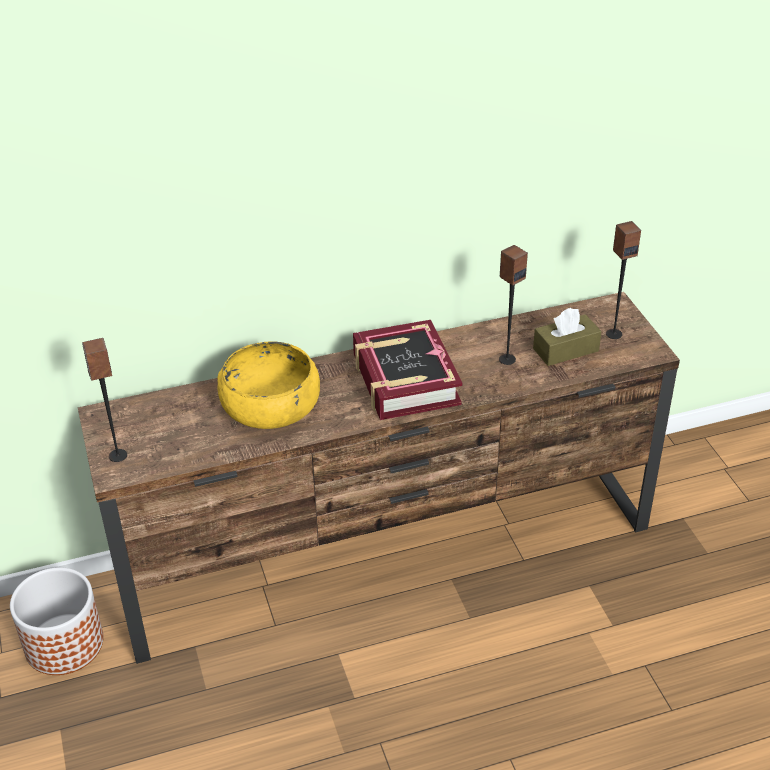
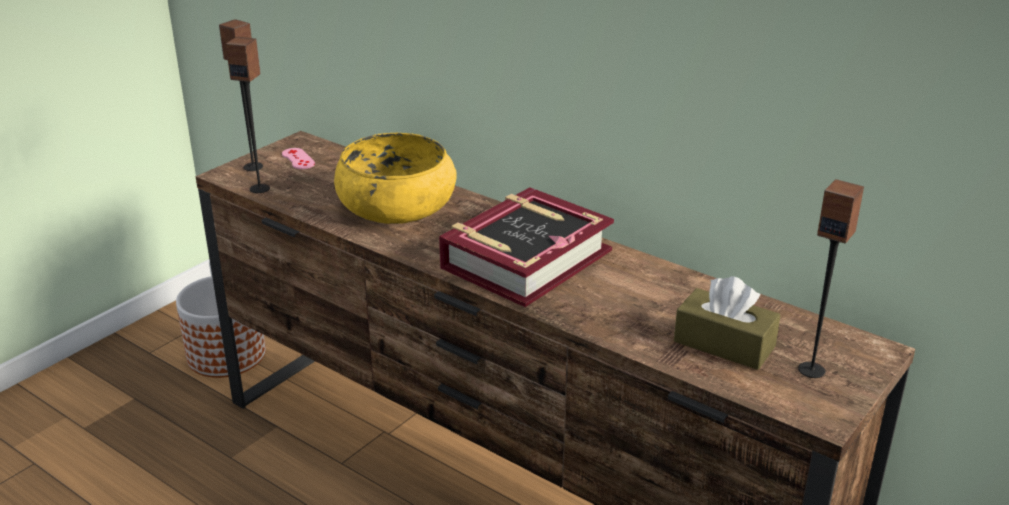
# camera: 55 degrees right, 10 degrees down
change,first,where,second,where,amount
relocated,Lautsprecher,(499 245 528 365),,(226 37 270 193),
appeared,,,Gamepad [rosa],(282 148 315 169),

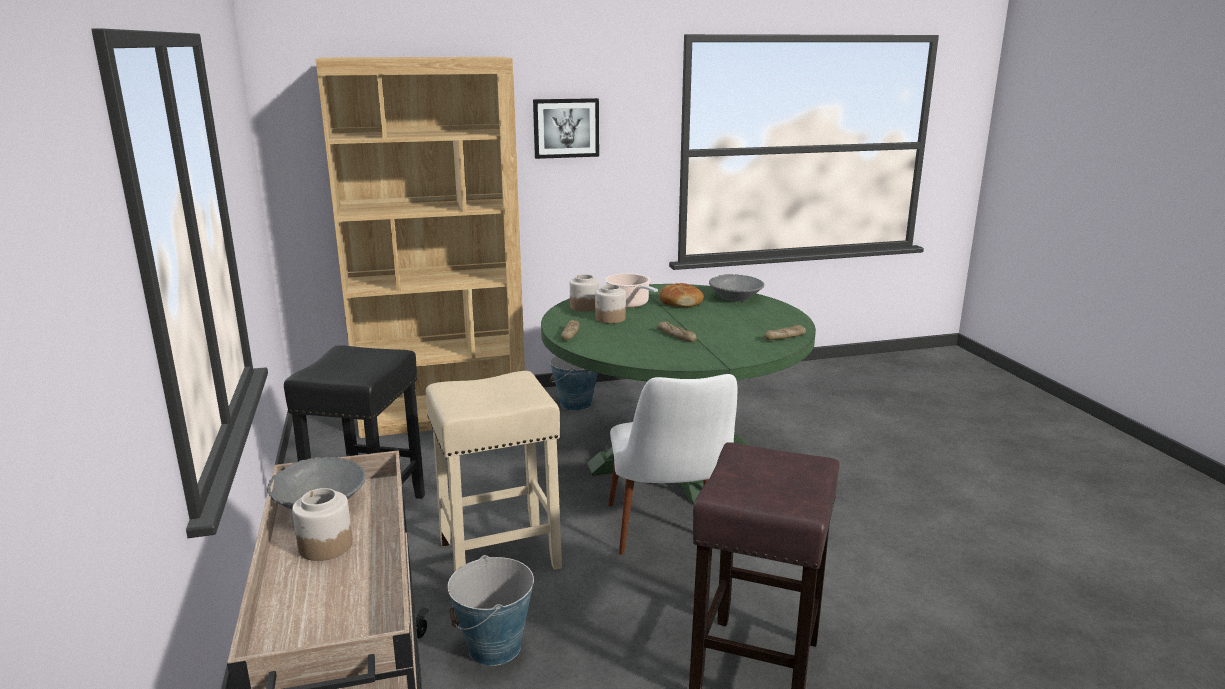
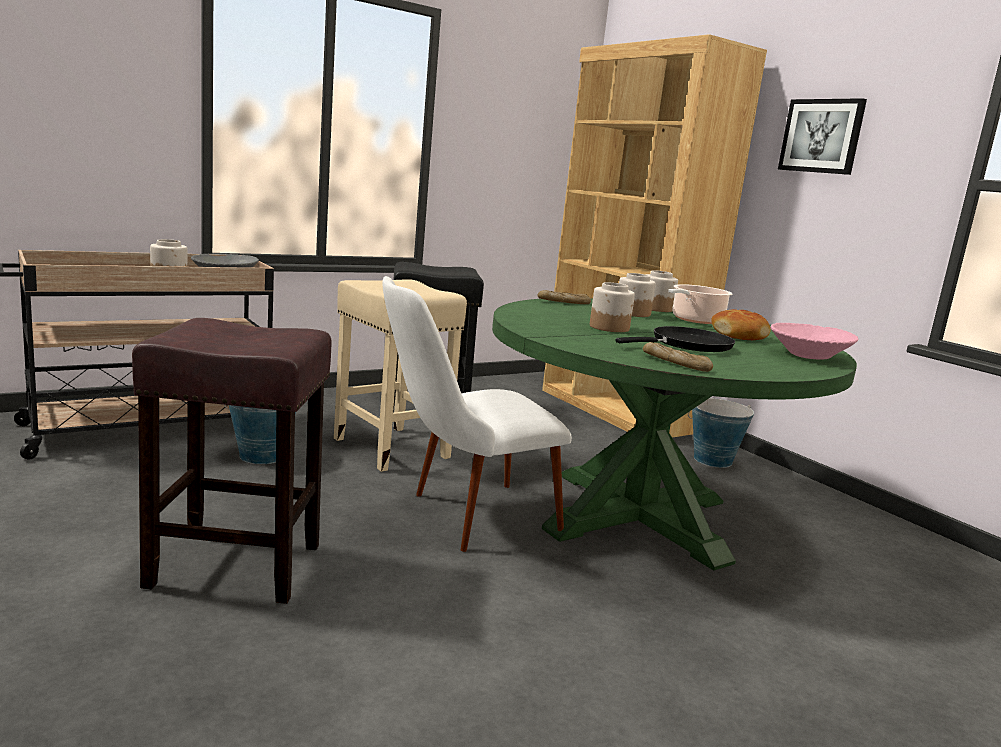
# camera: 70 degrees right, 5 degrees down
change,first,where,second,where,amount
exchanged,Brot,(657 322 697 342),Vorratsglas,(590 282 635 332),
appeared,,,Pfanne [schwarz],(616 326 735 352),
colour,Schüssel [grau],(709 274 764 302),Schüssel [rosa],(770 323 859 359),

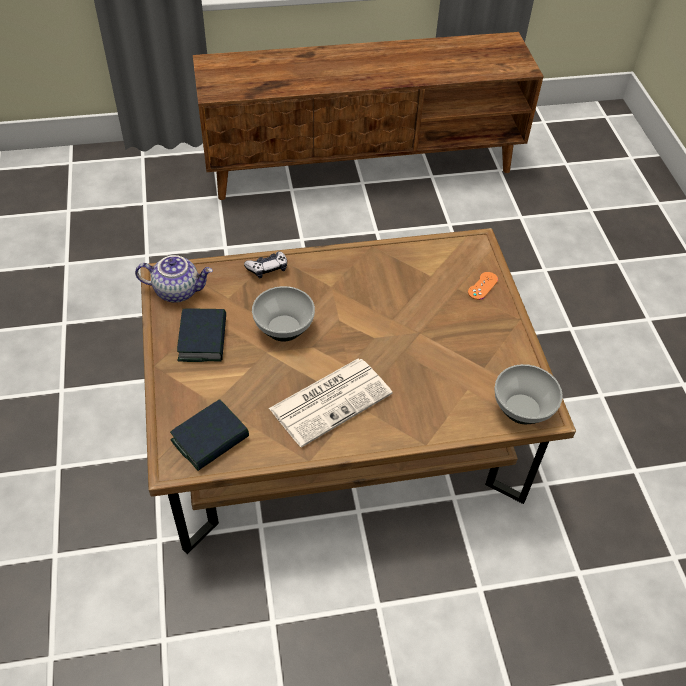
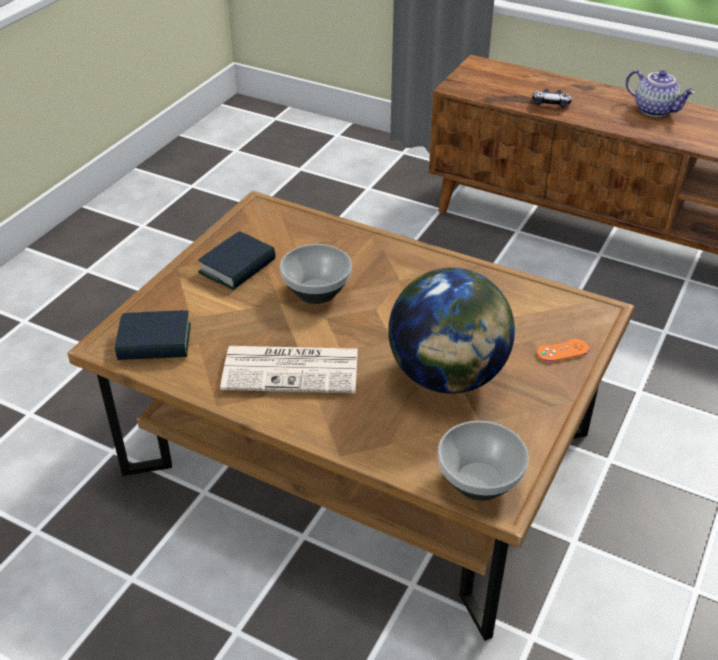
# camera: 40 degrees right, 10 degrees down
change,first,where,second,where,amount
appeared,,,Globus,(388 268 515 394),
relocated,Gamepad,(244 251 287 278),,(532 88 572 109),
relocated,Teekanne,(135 255 213 303),,(626 70 695 117),

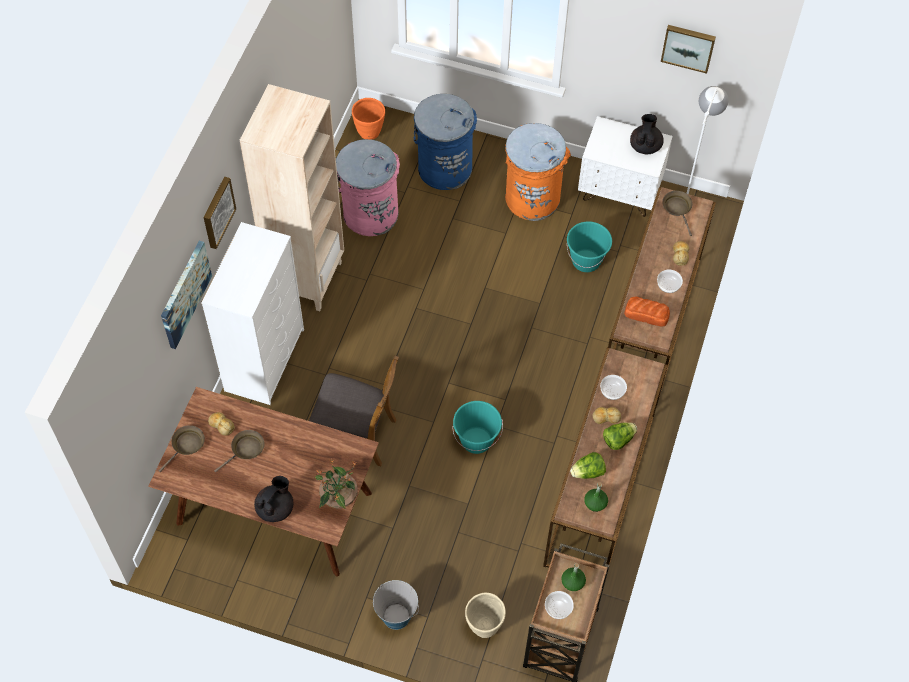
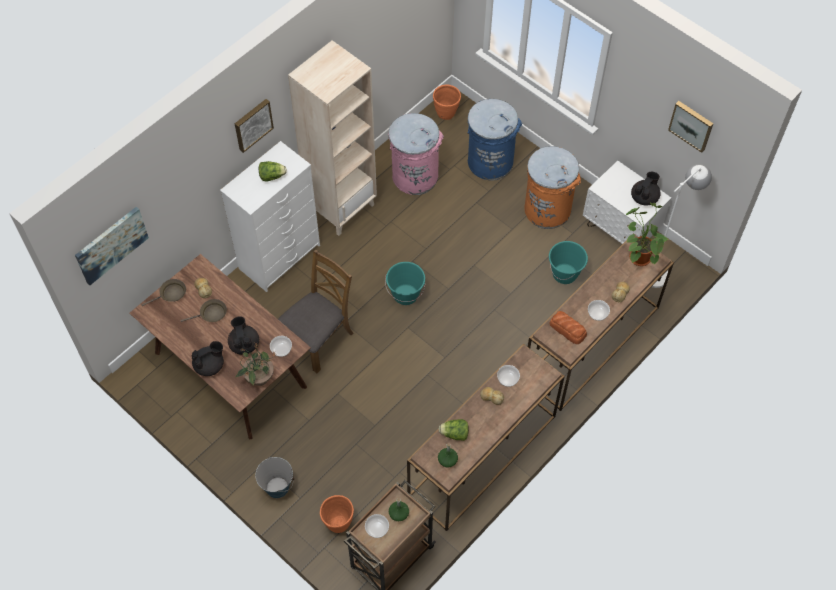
# camera: 25 degrees right, 0 degrees up
change,first,where,second,where,amount
relocated,Bild,(161 241 212 349),,(75 207 149 285),
appeared,,,Teekanne [schwarz],(228 316 259 355),
relocated,Salatkopf,(603 422 637 450),,(259 161 287 182),
appeared,,,Schüssel,(270 336 292 357),
spun,Stuhl [braun],(309 355 399 466),,(278 250 353 373),90 degrees counterclockwise
colour,Pflanzkübel [beige],(465 593 506 638),Pflanzkübel [orange],(320 495 354 533),
relocated,Eimer [türkis],(452 401 503 454),,(385 262 425 305),
exchanged,Pfanne [braun],(662 191 692 236),Topfpflanze,(626 202 669 266),

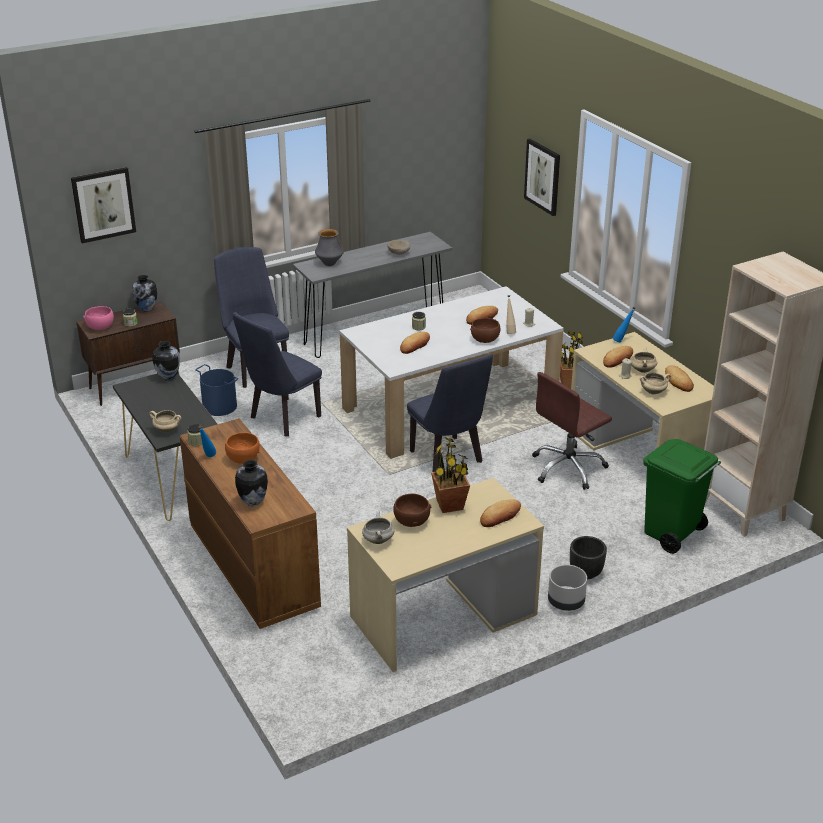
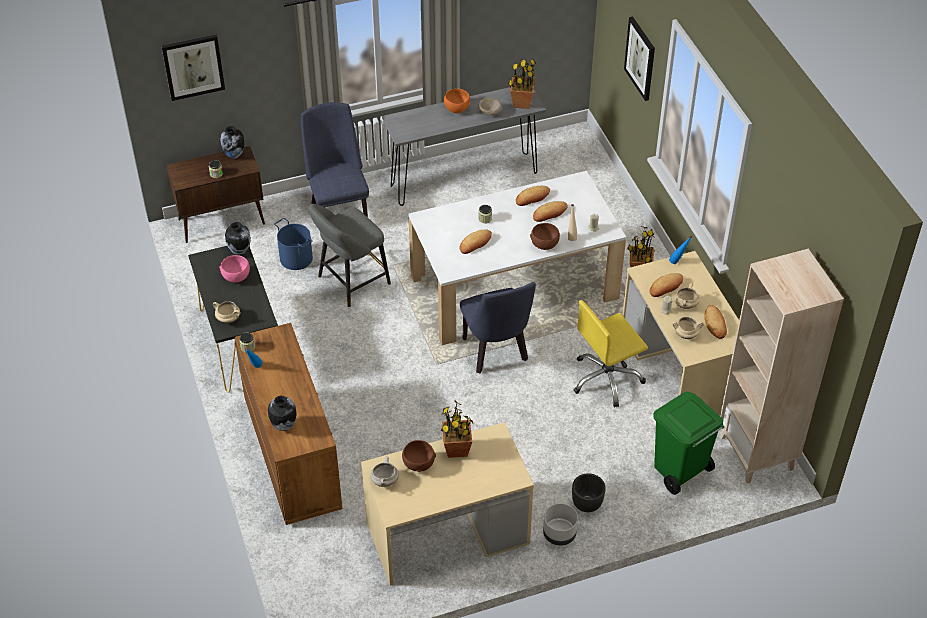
# camera: 10 degrees right, 15 degrees up
change,first,where,second,where,amount
relocated,Schüssel [rosa],(83 306 114 330),,(219 255 250 283),
exchanged,Stuhl [blau],(233 312 322 436),Hocker [grau],(308 204 391 307),
relocated,Schüssel [orange],(225 432 260 464),,(444 89 470 113),
appeared,,,Topfpflanze,(508 58 536 109),
relocated,Brot,(480 499 521 527),,(516 186 550 206),
colour,Bürostuhl [braun],(532 372 612 490),Bürostuhl [gelb],(573 300 648 407),
missing,Vase,(315 229 344 266),,,

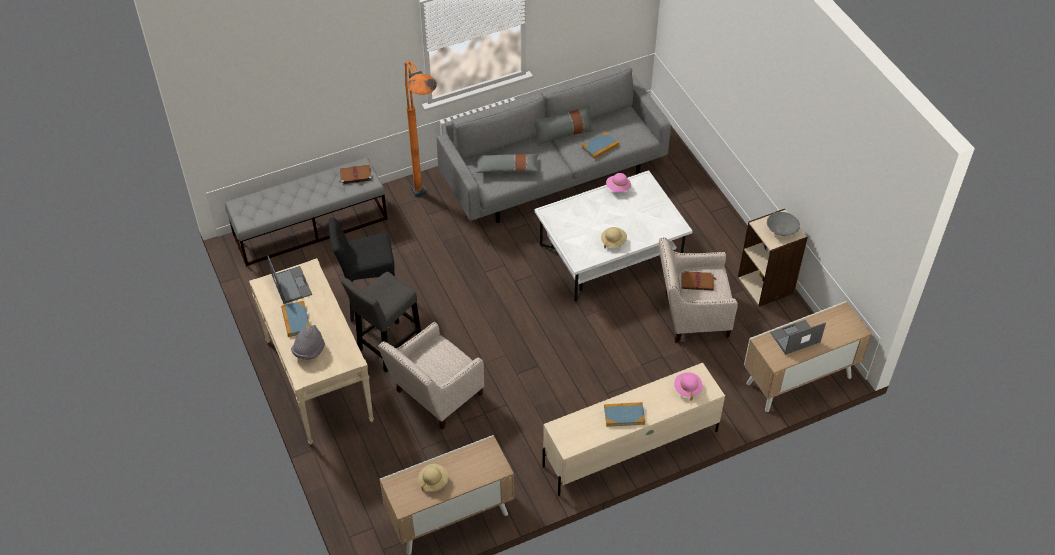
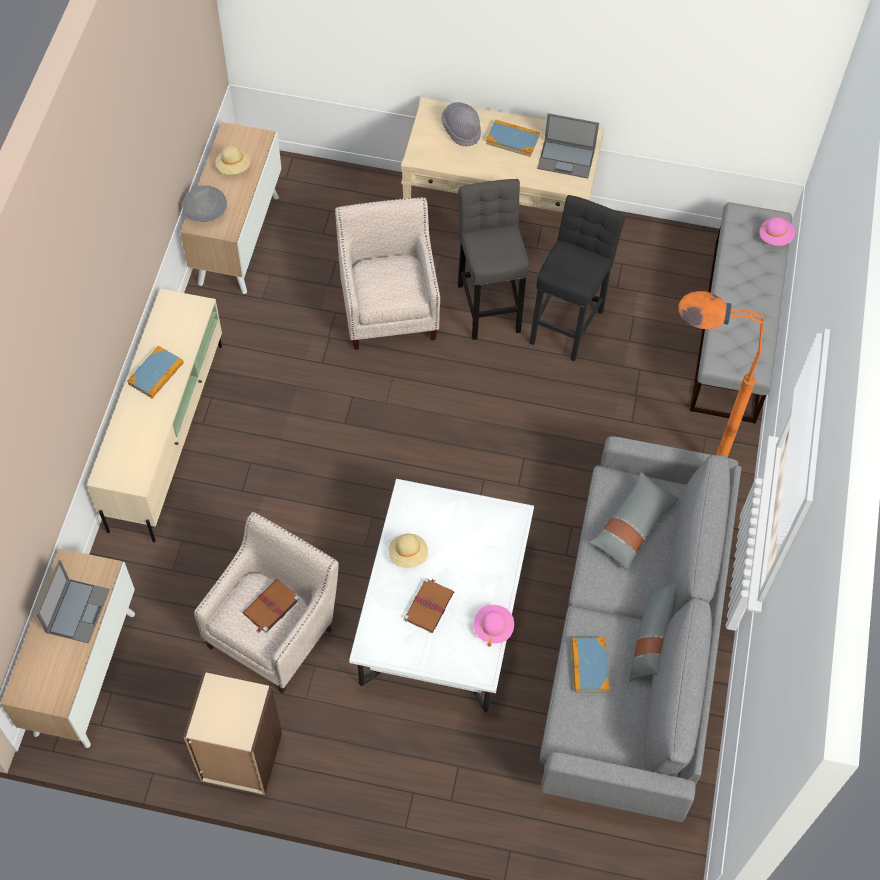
# camera: 125 degrees right, 10 degrees up
change,first,where,second,where,amount
relocated,Schüssel [grau],(767 212 800 236),,(182 185 227 222),
relocated,Buch [braun],(339 165 372 185),,(404 578 454 633),
relocated,Hut [rosa],(674 372 703 401),,(759 217 795 246),

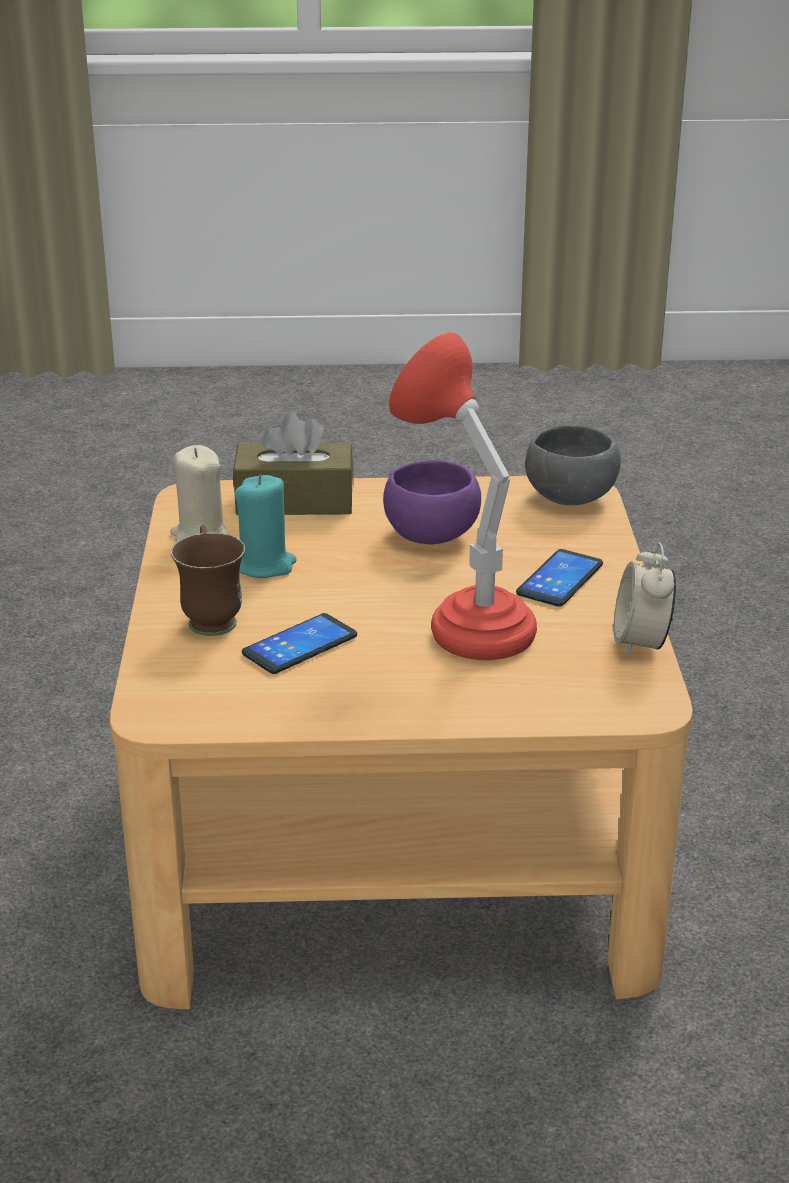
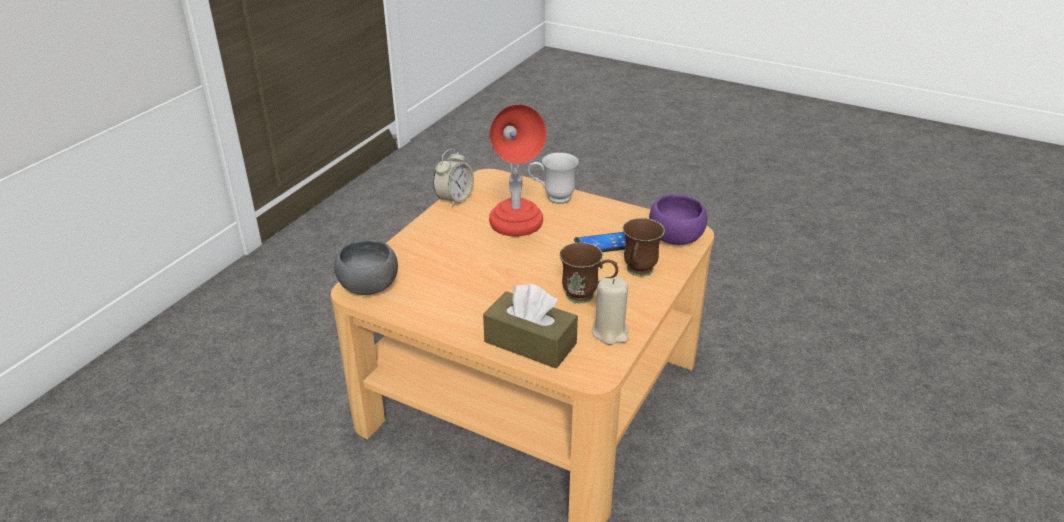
# camera: 150 degrees left, 5 degrees up
change,first,where,second,where,amount
appeared,,,Henkelbecher [weiß],(528 152 579 204),
exchanged,Kerze [türkis],(234 475 297 578),Henkelbecher [braun],(559 242 618 303),
relocated,Schüssel [lila],(383 460 481 544),,(649 194 707 245),
missing,Handy,(516 549 603 607),,,

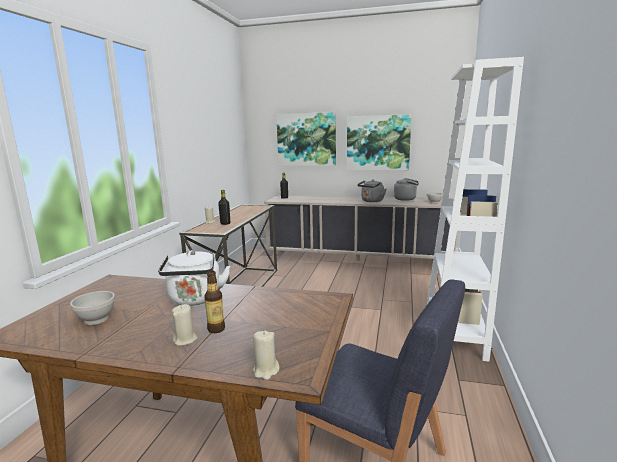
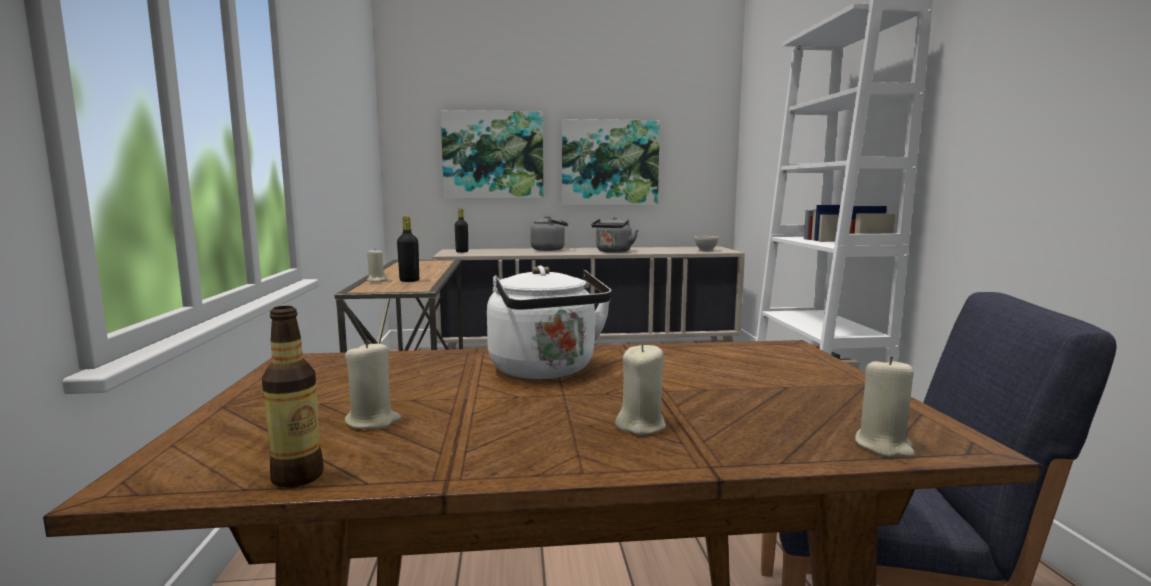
# camera: 20 degrees left, 5 degrees down
change,first,where,second,where,amount
relocated,Flasche,(204 270 225 333),,(262 306 324 488),
exchanged,Schüssel [weiß],(70 291 115 325),Kerze [beige],(345 340 401 429),
relocated,Wasserkessel [grau],(394 178 419 201),,(530 216 568 251),

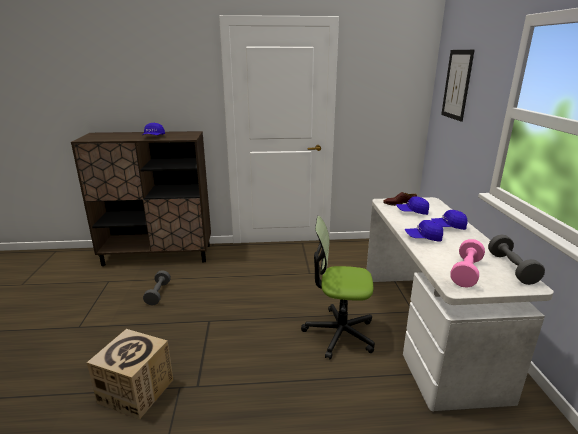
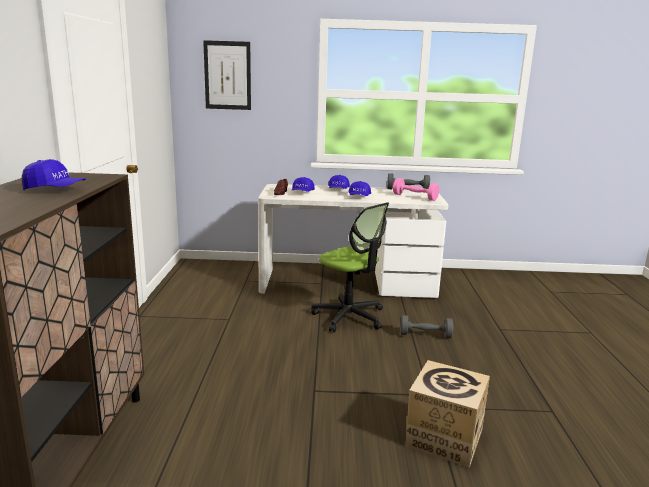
# camera: 85 degrees left, 5 degrees down
change,first,where,second,where,amount
spun,Bürostuhl,(301 216 375 359),,(311 202 389 332),60 degrees counterclockwise
relocated,Hantel [grau],(143 270 171 305),,(400 315 453 338),

